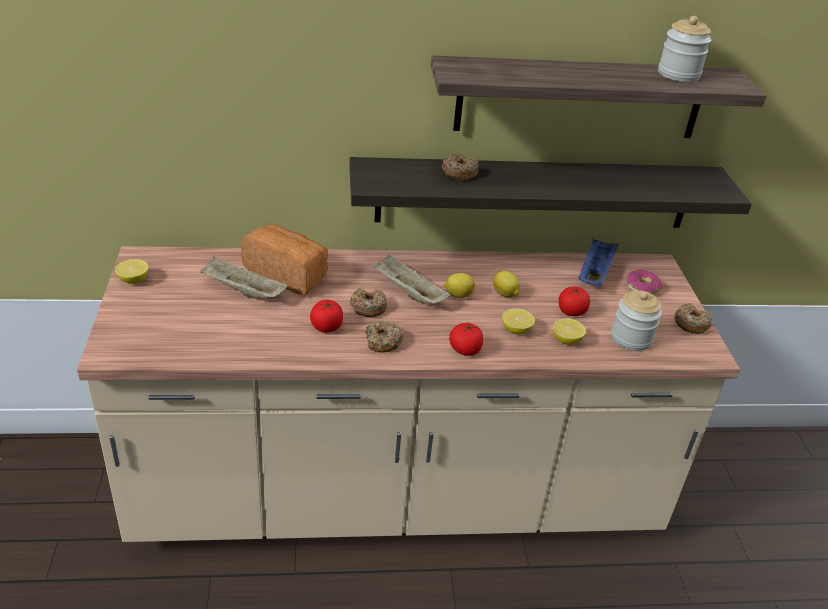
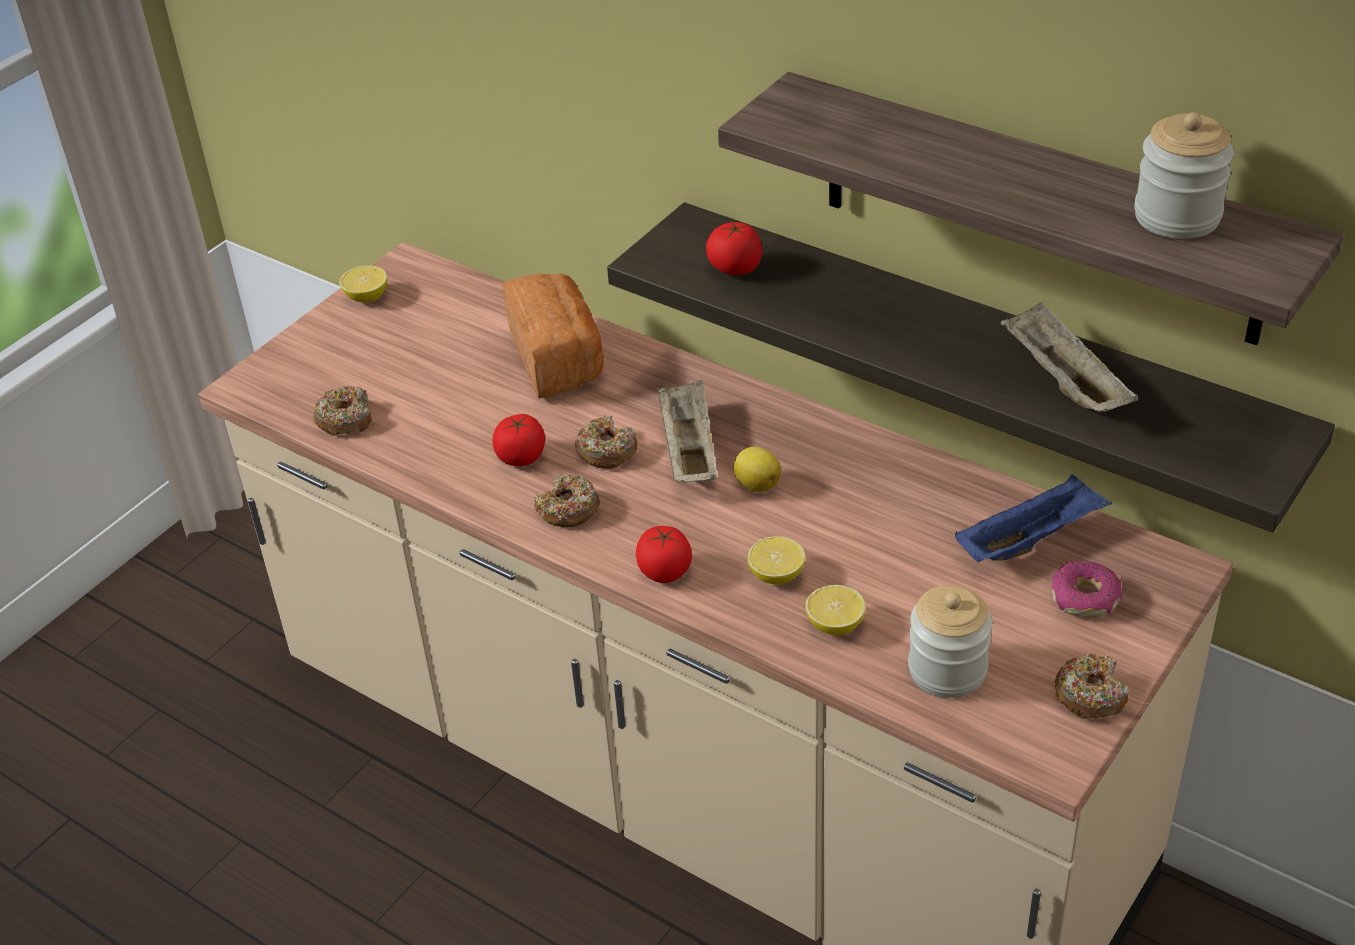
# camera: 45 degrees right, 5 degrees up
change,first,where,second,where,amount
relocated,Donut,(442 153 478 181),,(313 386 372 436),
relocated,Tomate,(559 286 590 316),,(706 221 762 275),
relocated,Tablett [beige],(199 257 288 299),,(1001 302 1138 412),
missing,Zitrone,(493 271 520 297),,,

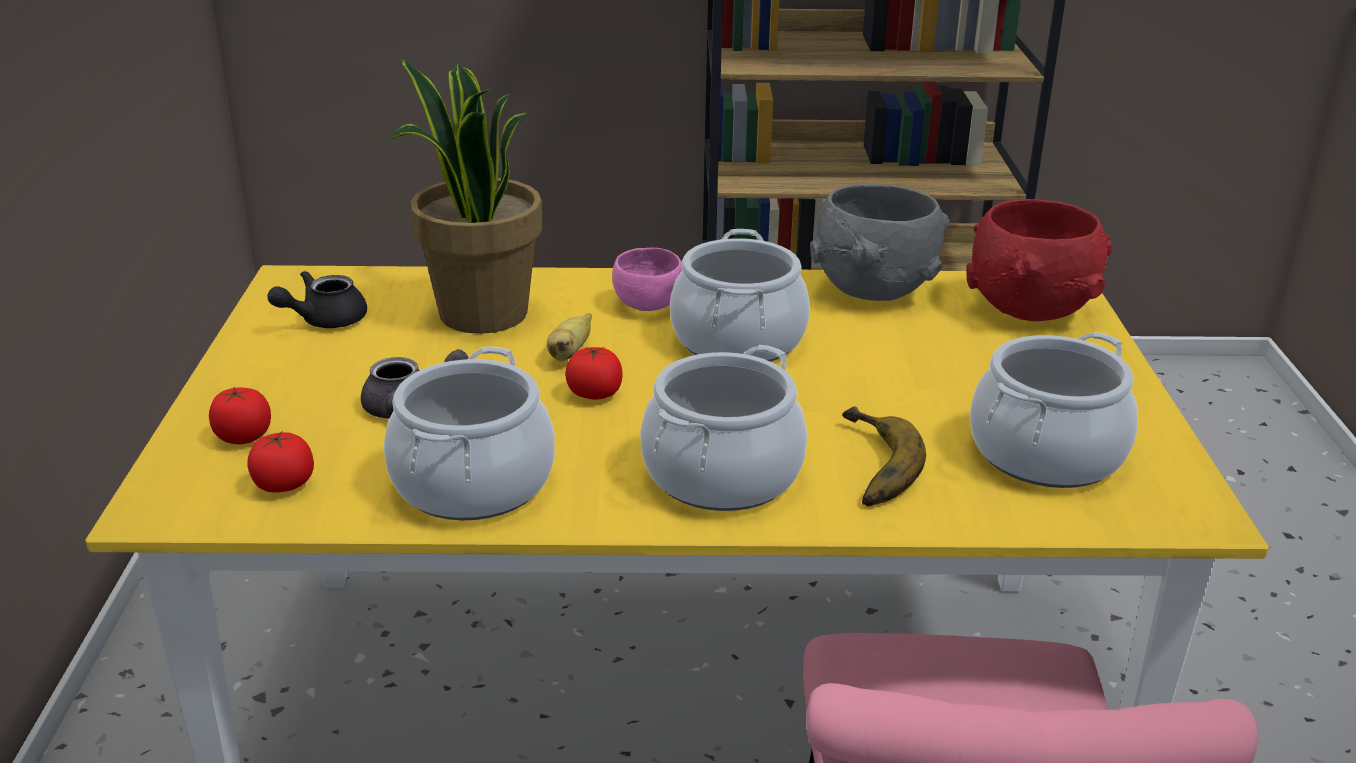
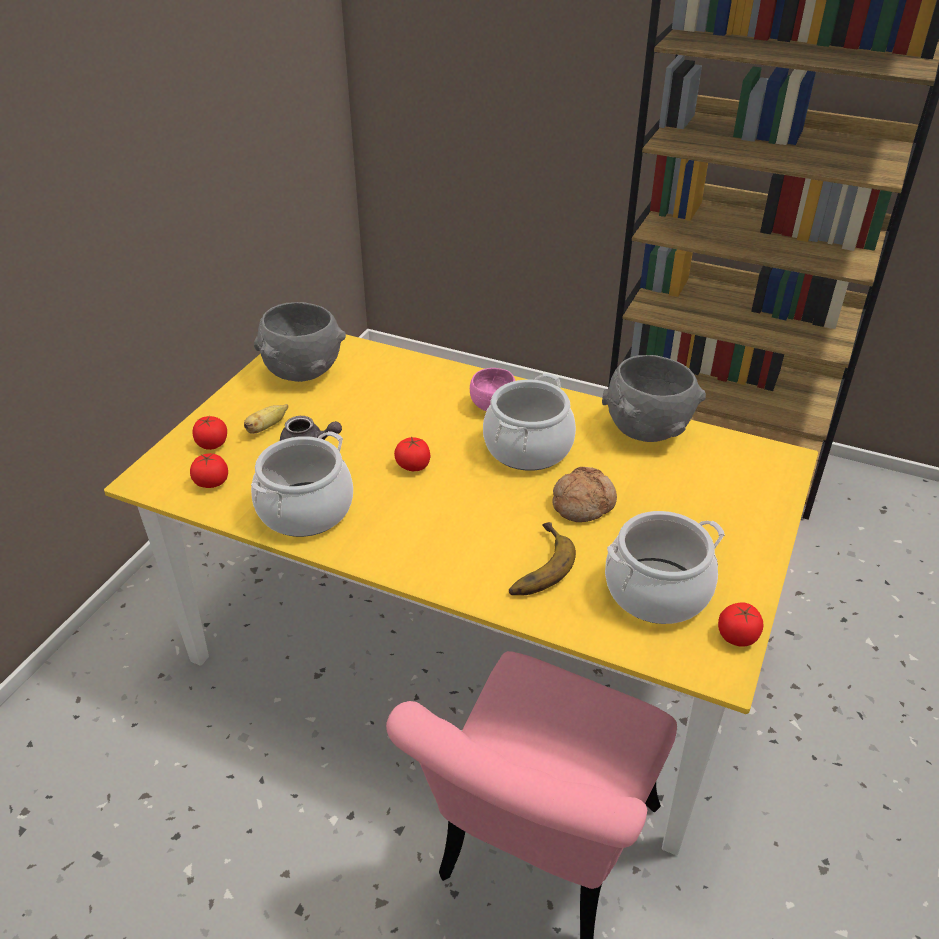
# camera: 25 degrees right, 10 degrees up
change,first,where,second,where,amount
relocated,Banane,(547 313 592 362),,(244 404 288 434),
exchanged,Teekanne [schwarz],(267 271 367 328),Schüssel [grau],(254 302 346 382),
appeared,,,Brot,(553 467 617 522),
appeared,,,Tomate,(718 602 763 647),
missing,Topfpflanze,(390 58 543 334),,,
missing,Kochtopf,(640 345 807 511),,,
missing,Schüssel [rot],(967 199 1113 321),,,

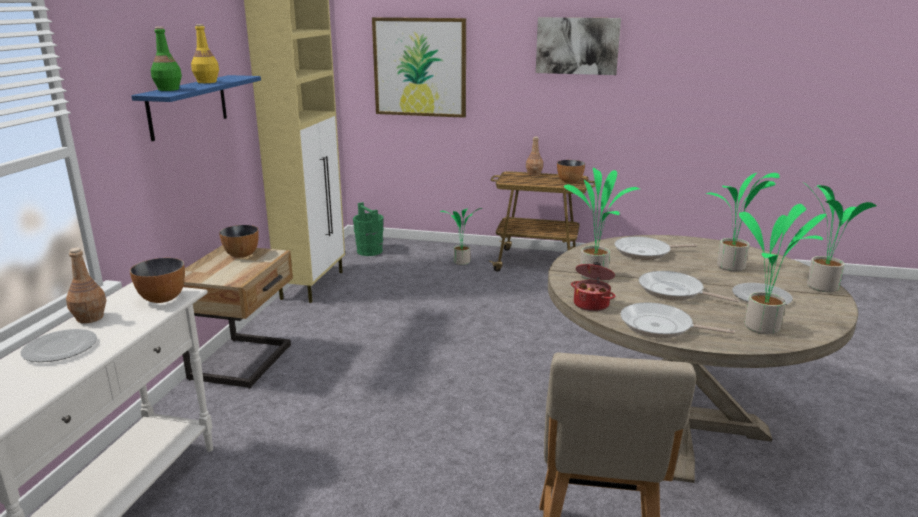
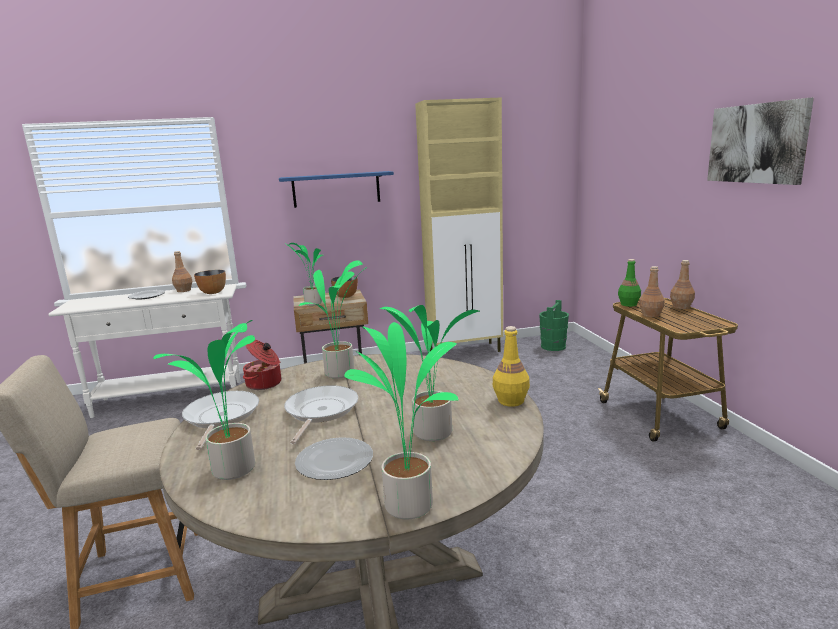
# camera: 65 degrees right, 5 degrees down
change,first,where,second,where,amount
relocated,Topfpflanze,(440 208 483 265),,(286 243 323 306),
relocated,Flasche [gelb],(191 24 219 83),,(493 326 530 407),
relocated,Flasche [grün],(151 27 182 91),,(618 259 641 307),
appeared,,,Flasche [braun],(639 266 664 317),
missing,Bild,(372 17 466 118),,,
missing,Schüssel,(557 160 585 183),,,
missing,Pfanne,(615 237 697 260),,,

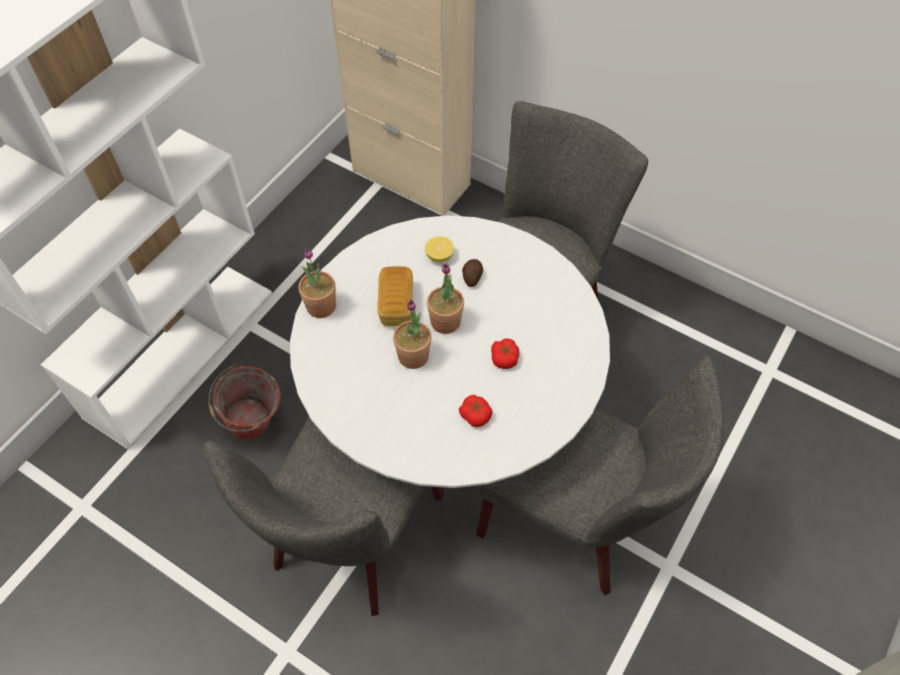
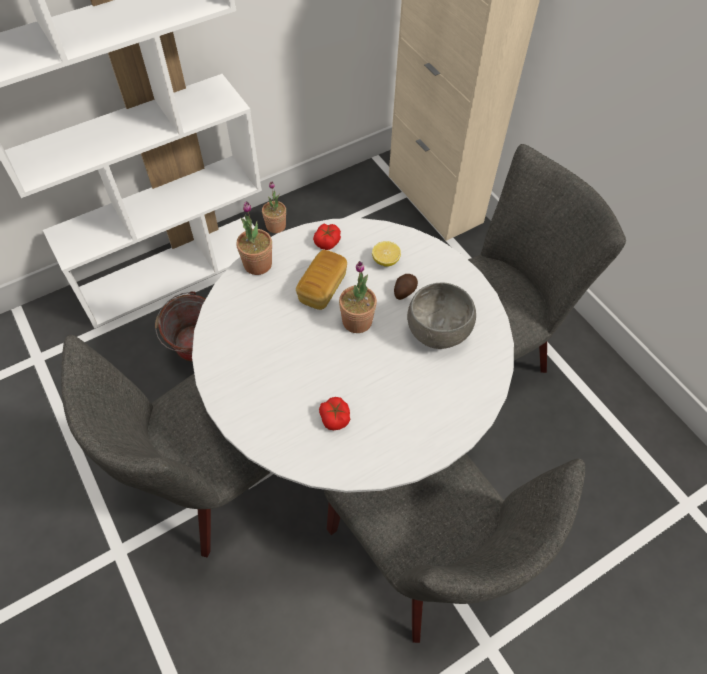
# camera: 25 degrees right, 0 degrees up
change,first,where,second,where,amount
relocated,Topfpflanze,(393 300 431 369),,(262 181 286 233),
relocated,Tomate,(491 339 519 369),,(313 223 341 250),
appeared,,,Schüssel [grau],(407 282 476 349),

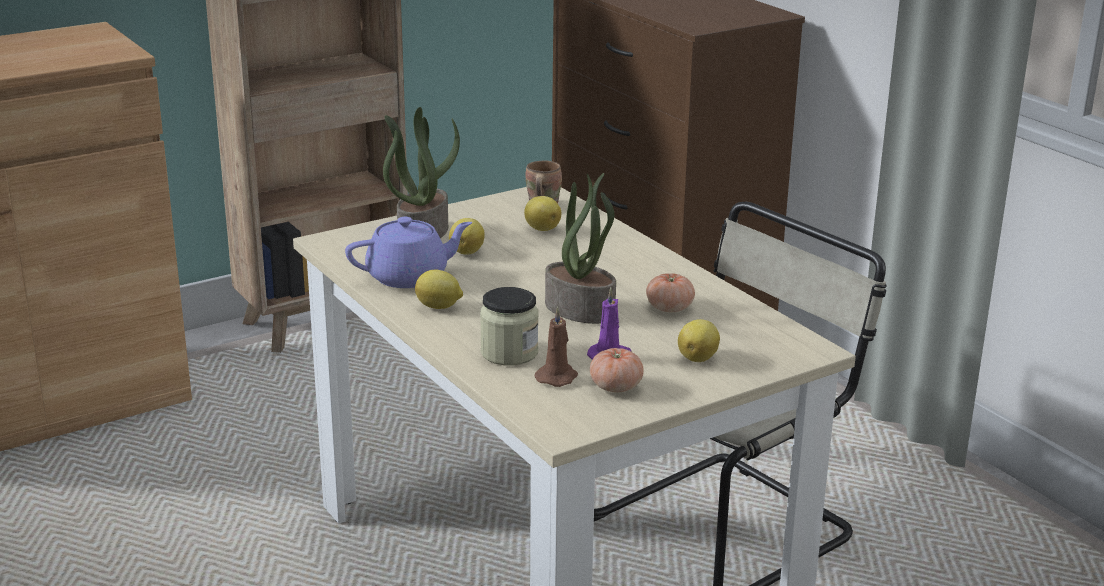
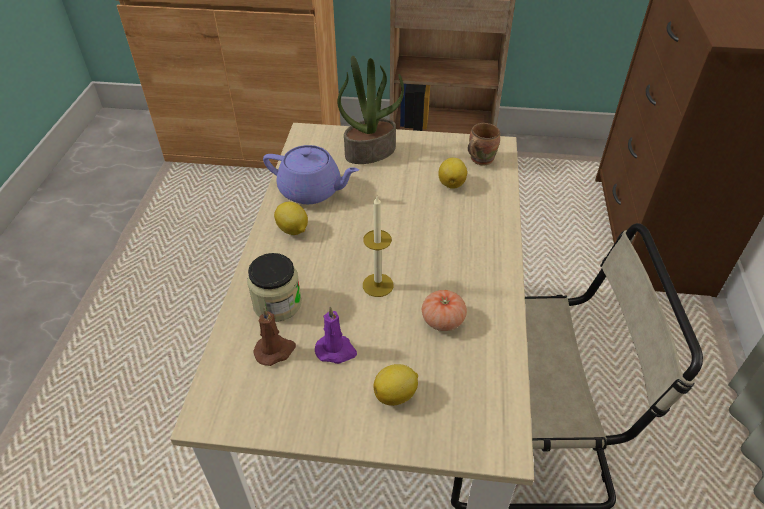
# camera: 40 degrees right, 20 degrees up
change,first,where,second,where,amount
exchanged,Topfpflanze,(545 173 616 324),Kerze,(363 196 394 297),
missing,Zitrone,(449 218 485 255),,,
missing,Tomate,(590 348 644 392),,,

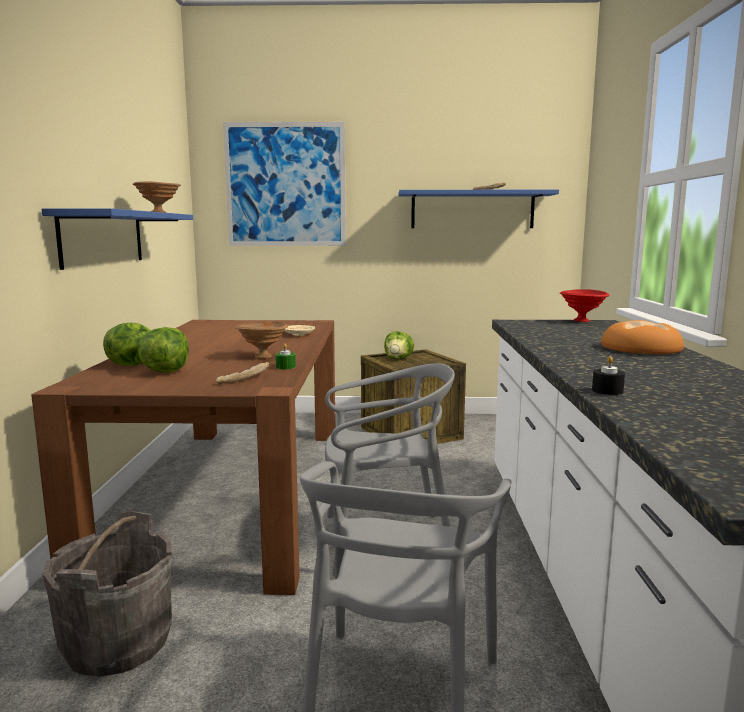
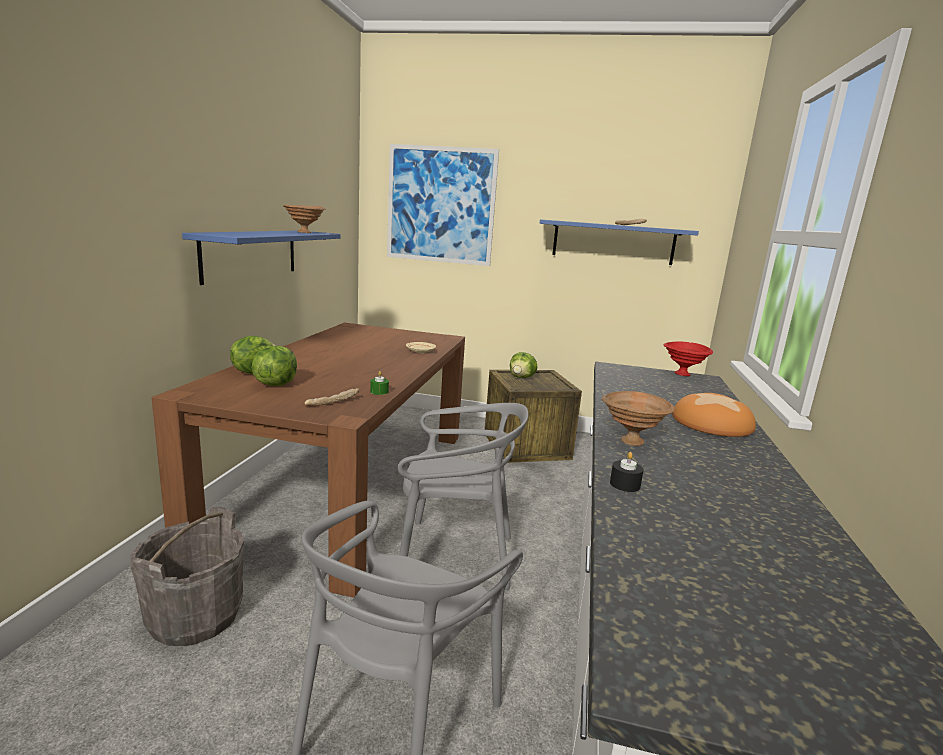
# camera: 10 degrees right, 5 degrees up
change,first,where,second,where,amount
relocated,Schüssel [braun],(235 322 288 359),,(602 391 675 446),

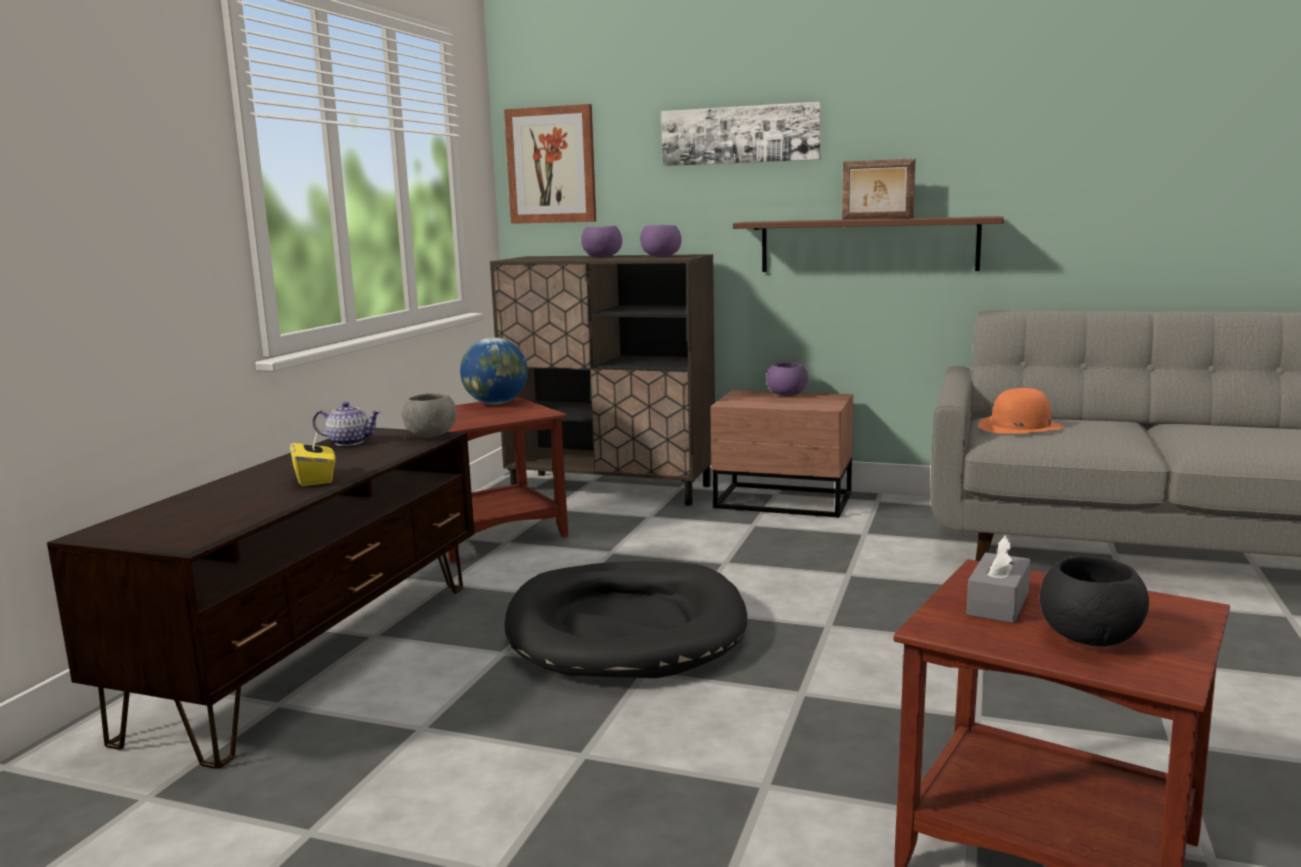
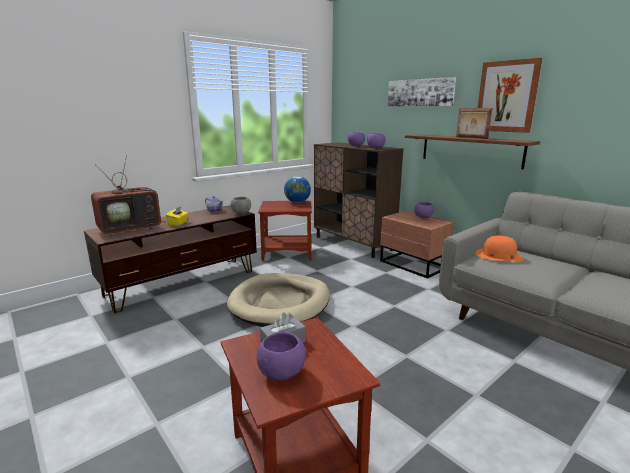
# camera: 30 degrees right, 5 degrees up
change,first,where,second,where,amount
appeared,,,Fernseher,(91 156 167 236),
colour,Hundebett [schwarz],(504 561 747 678),Hundebett [beige],(227 273 330 327),
colour,Schüssel [schwarz],(1040 555 1149 646),Schüssel [lila],(256 332 306 381),
relocated,Bild,(504 104 596 224),,(478 58 543 133),

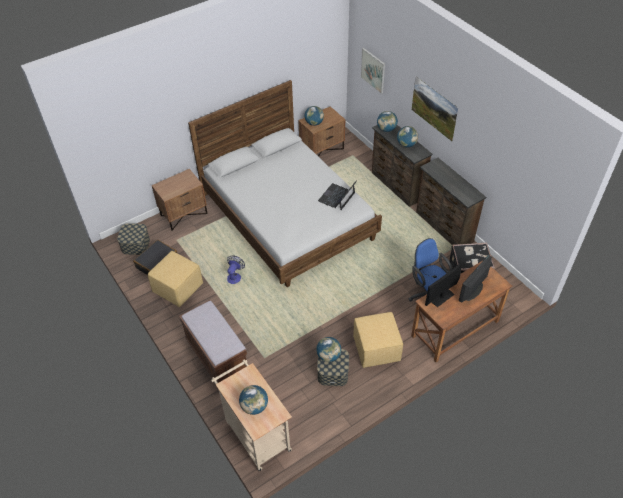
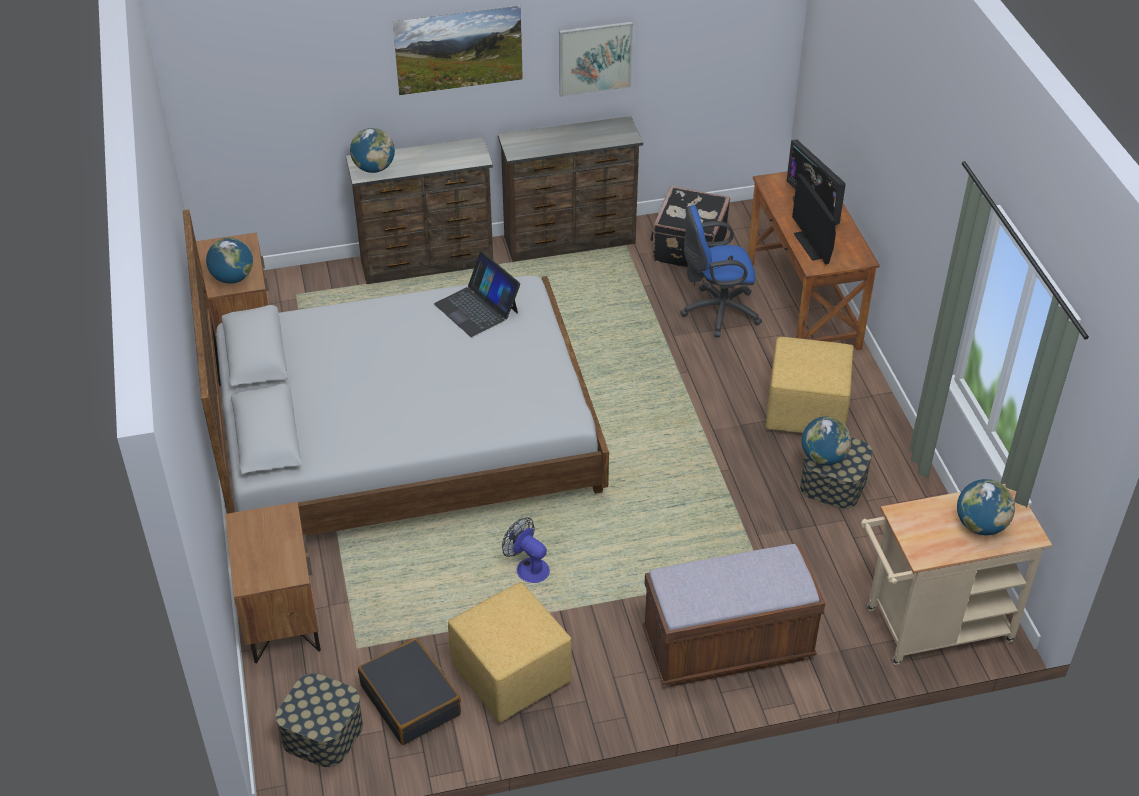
# camera: 70 degrees left, 5 degrees down
change,first,where,second,where,amount
relocated,Bild,(361 48 385 94),,(559 22 633 97),
missing,Globus,(397 126 418 147),,,

